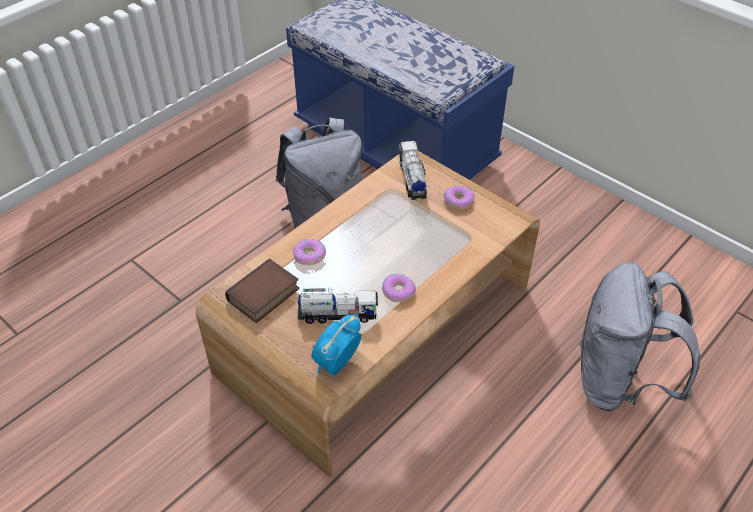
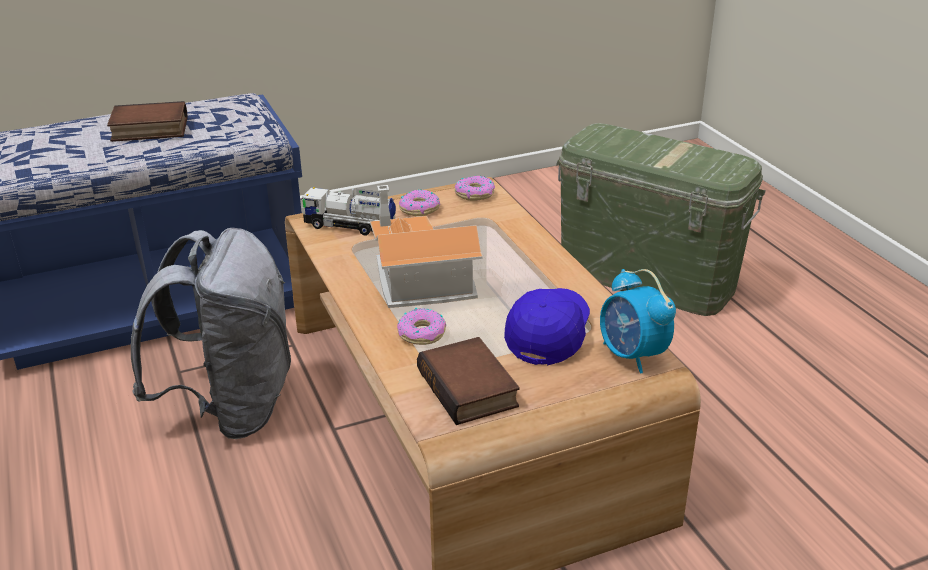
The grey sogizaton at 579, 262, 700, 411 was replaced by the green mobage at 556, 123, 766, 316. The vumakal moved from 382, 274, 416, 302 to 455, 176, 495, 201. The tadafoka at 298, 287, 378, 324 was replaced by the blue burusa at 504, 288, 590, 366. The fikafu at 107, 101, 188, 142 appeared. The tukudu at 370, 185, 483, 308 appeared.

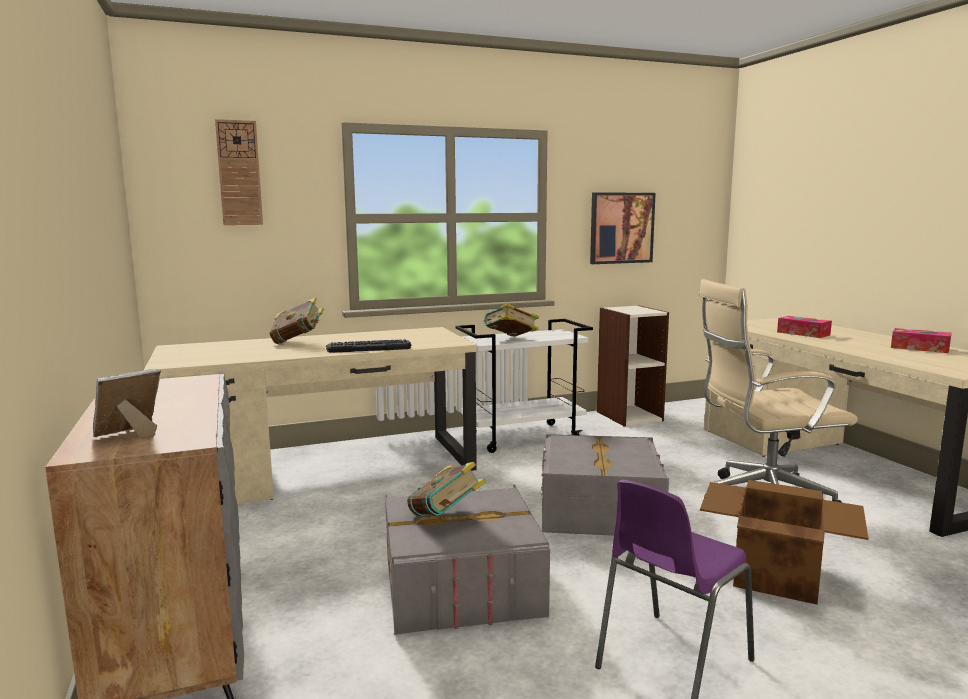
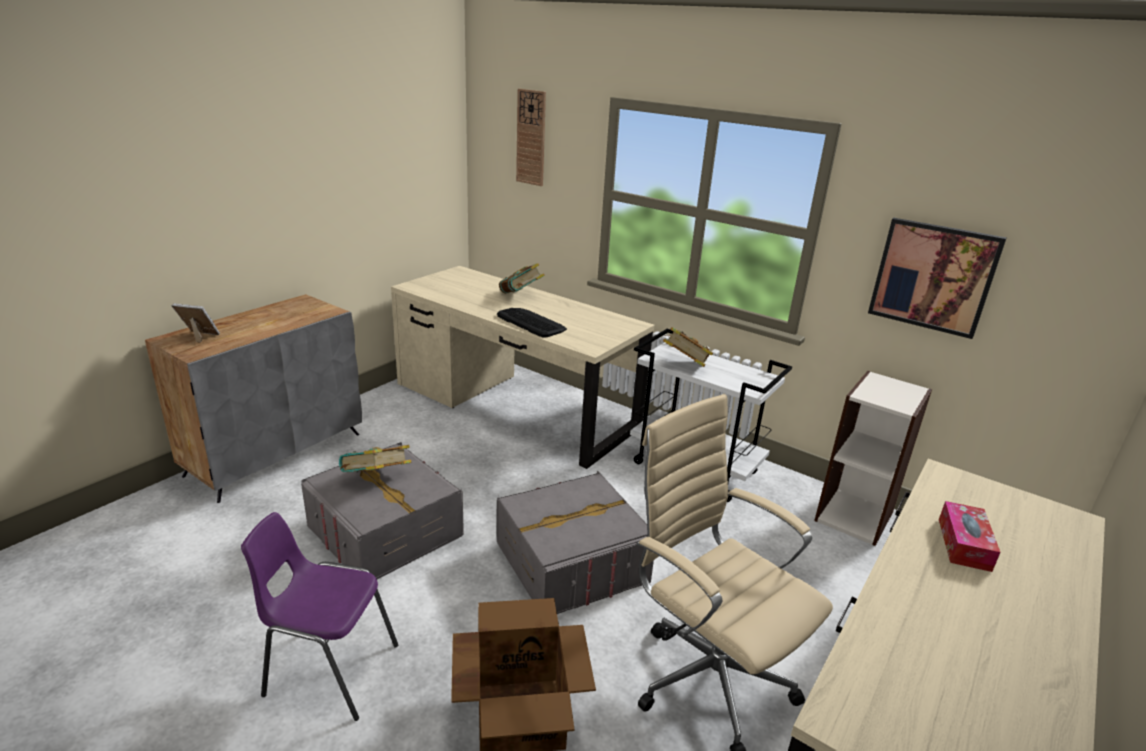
The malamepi at 891, 328, 952, 353 disappeared.

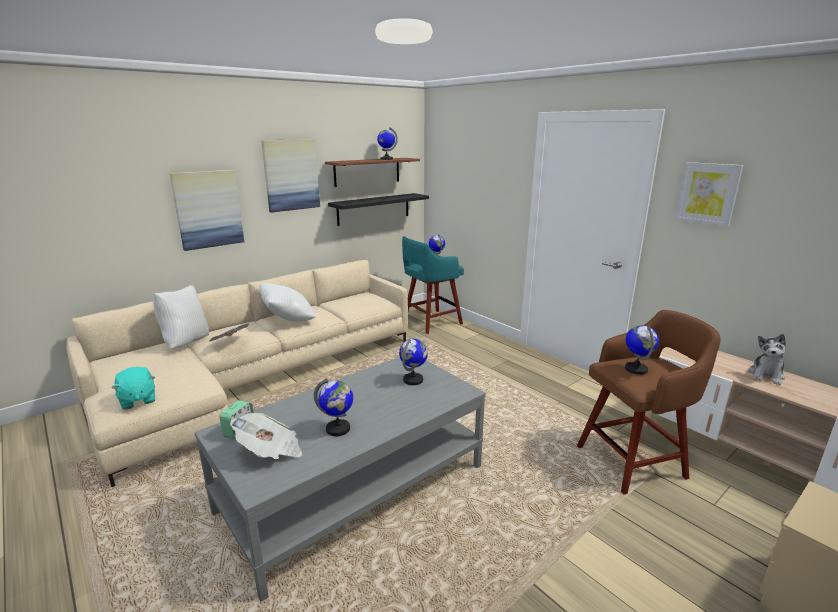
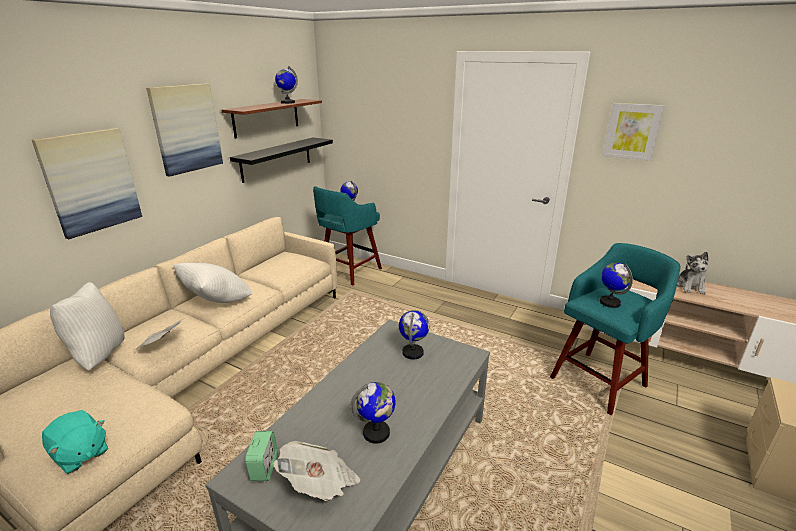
The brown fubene at 577, 310, 721, 494 became the turquoise fubene at 550, 243, 681, 415.

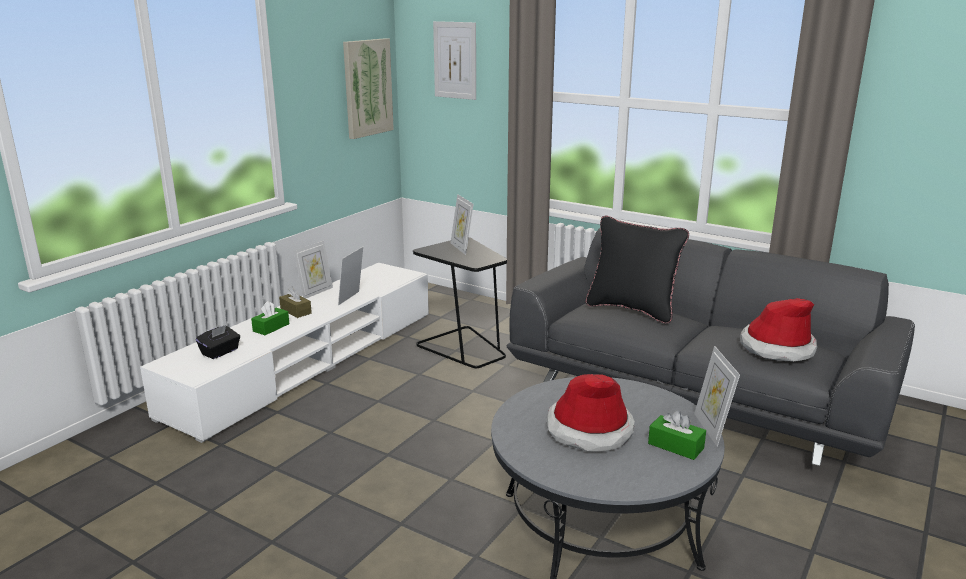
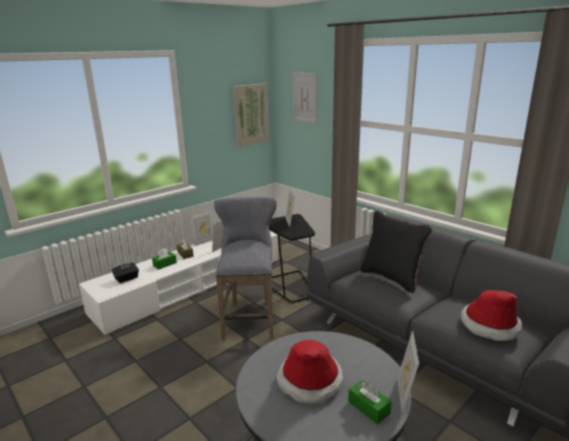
The grey fubene at 214, 197, 277, 340 appeared.

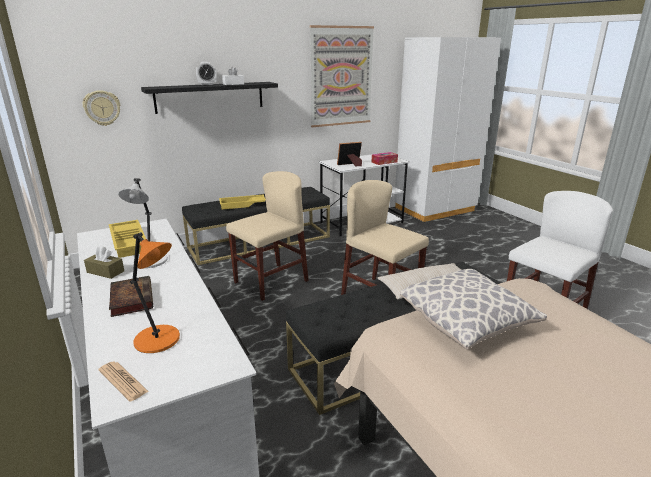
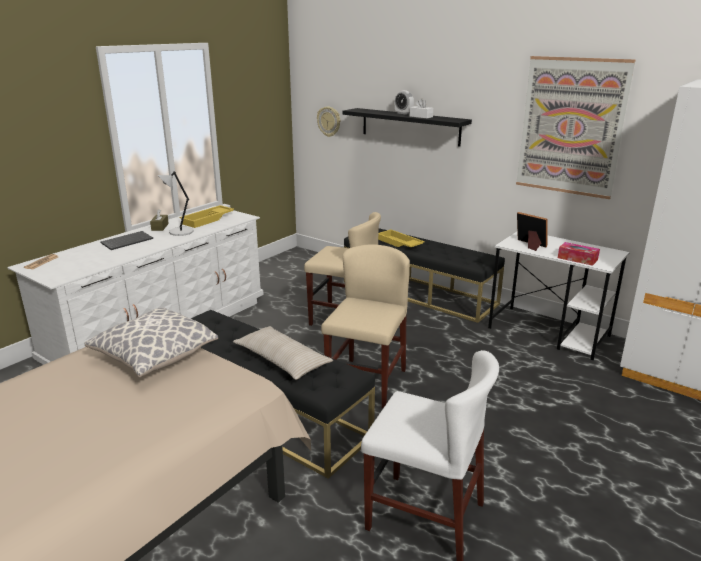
The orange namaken at 130, 232, 180, 353 disappeared. The fikafu at 109, 276, 153, 317 was replaced by the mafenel at 100, 231, 153, 250.

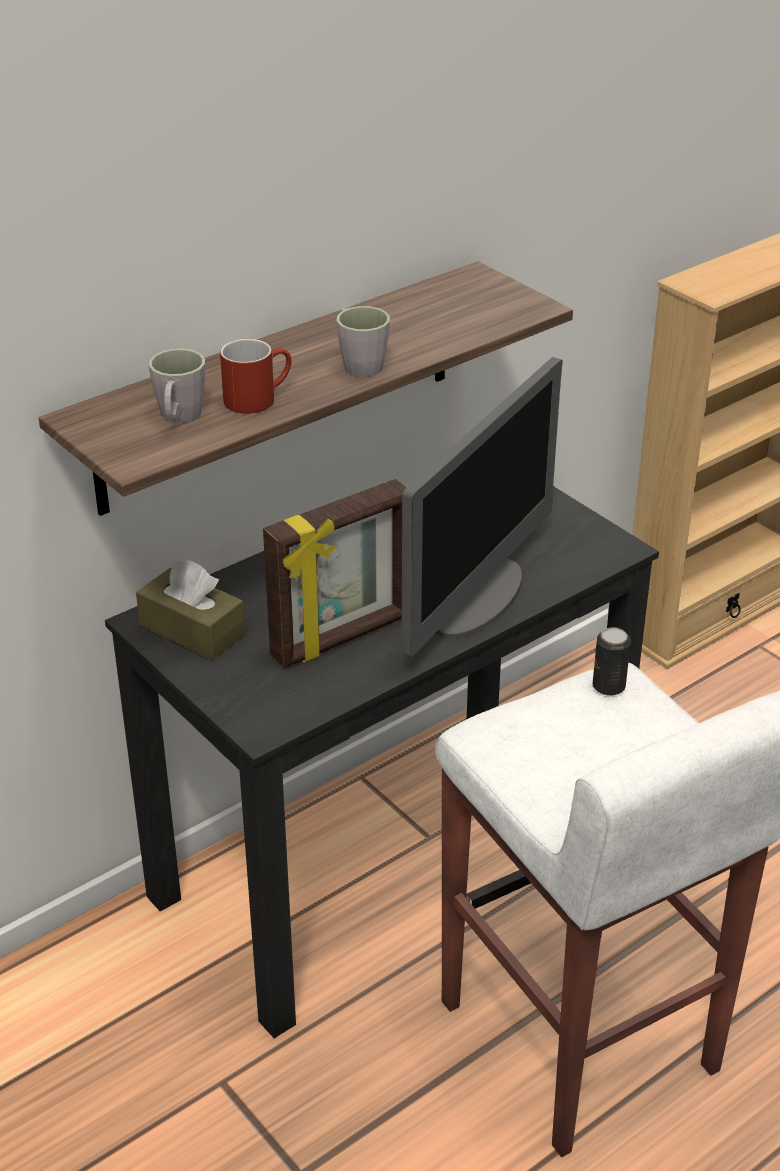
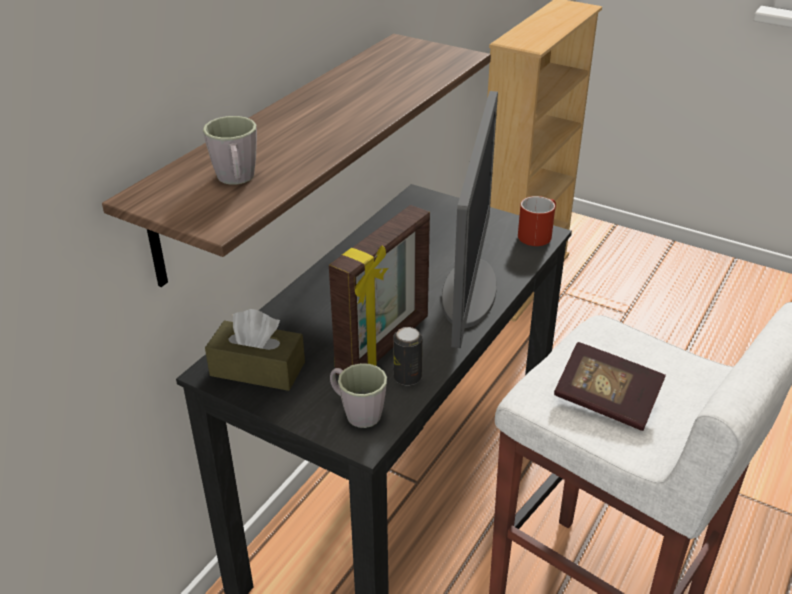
The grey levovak moved from 336, 306, 390, 377 to 330, 363, 387, 428. The red levovak moved from 220, 339, 292, 414 to 518, 196, 556, 246. The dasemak moved from 593, 627, 631, 696 to 393, 327, 422, 386. The fikafu at 554, 342, 666, 431 appeared.

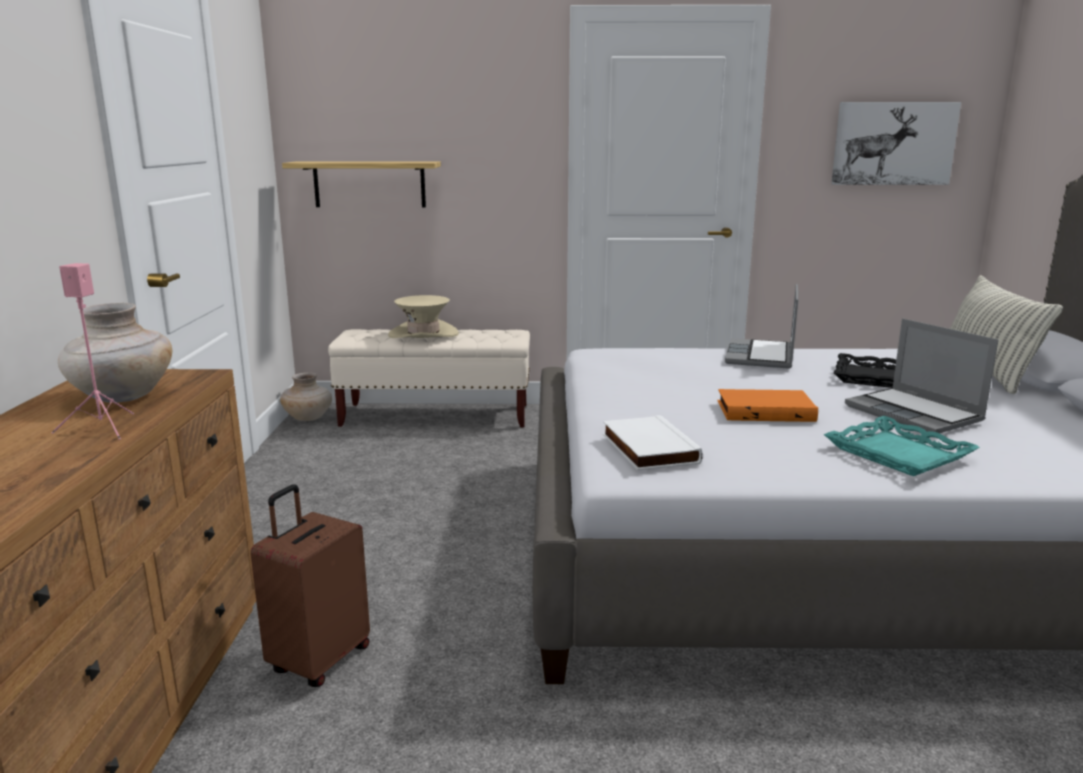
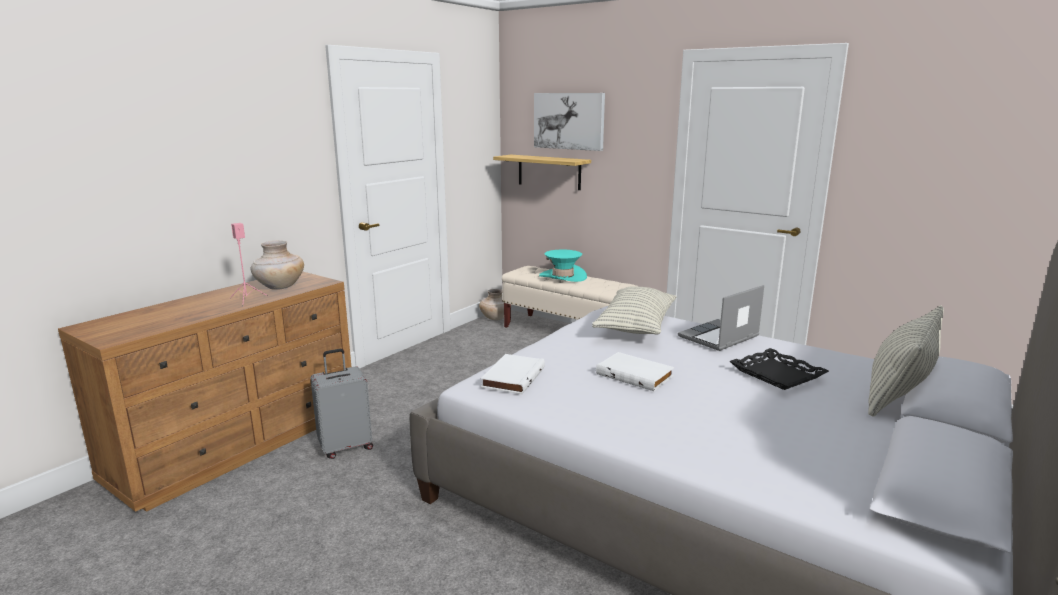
The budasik moved from 831, 102, 961, 185 to 534, 93, 605, 151. The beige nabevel at 388, 295, 459, 338 became the turquoise nabevel at 539, 249, 587, 282. The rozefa at 845, 319, 999, 433 disappeared. The orange fikafu at 718, 389, 818, 422 became the white fikafu at 596, 352, 674, 391. The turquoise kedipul at 824, 416, 980, 476 disappeared. The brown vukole at 250, 484, 370, 687 became the grey vukole at 310, 349, 373, 459. The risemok at 592, 286, 677, 334 appeared.

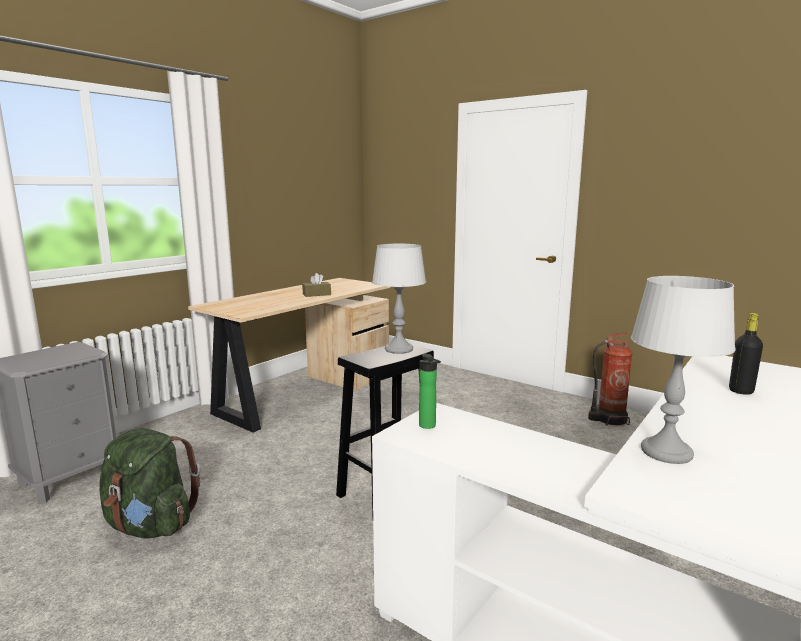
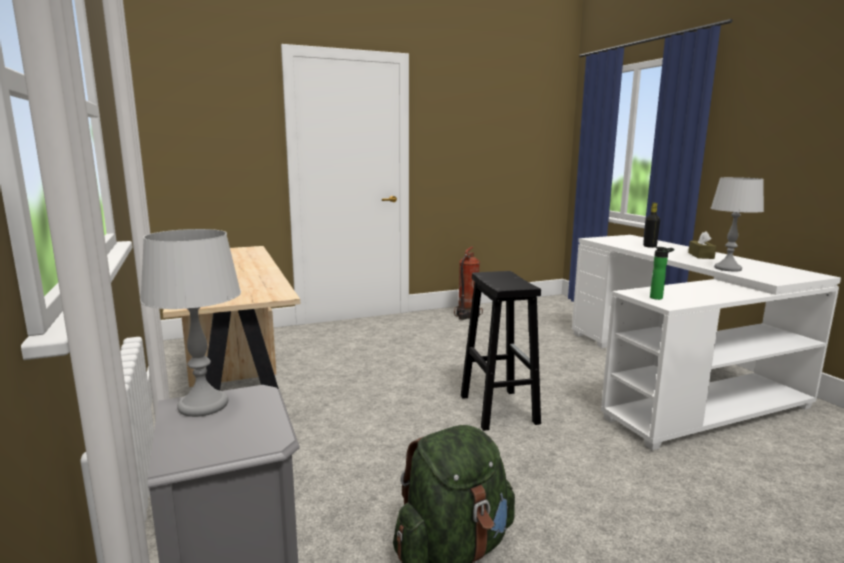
The grey namaken moved from 372, 244, 426, 354 to 140, 229, 241, 417. The brown malamepi moved from 302, 273, 331, 297 to 688, 231, 716, 259.

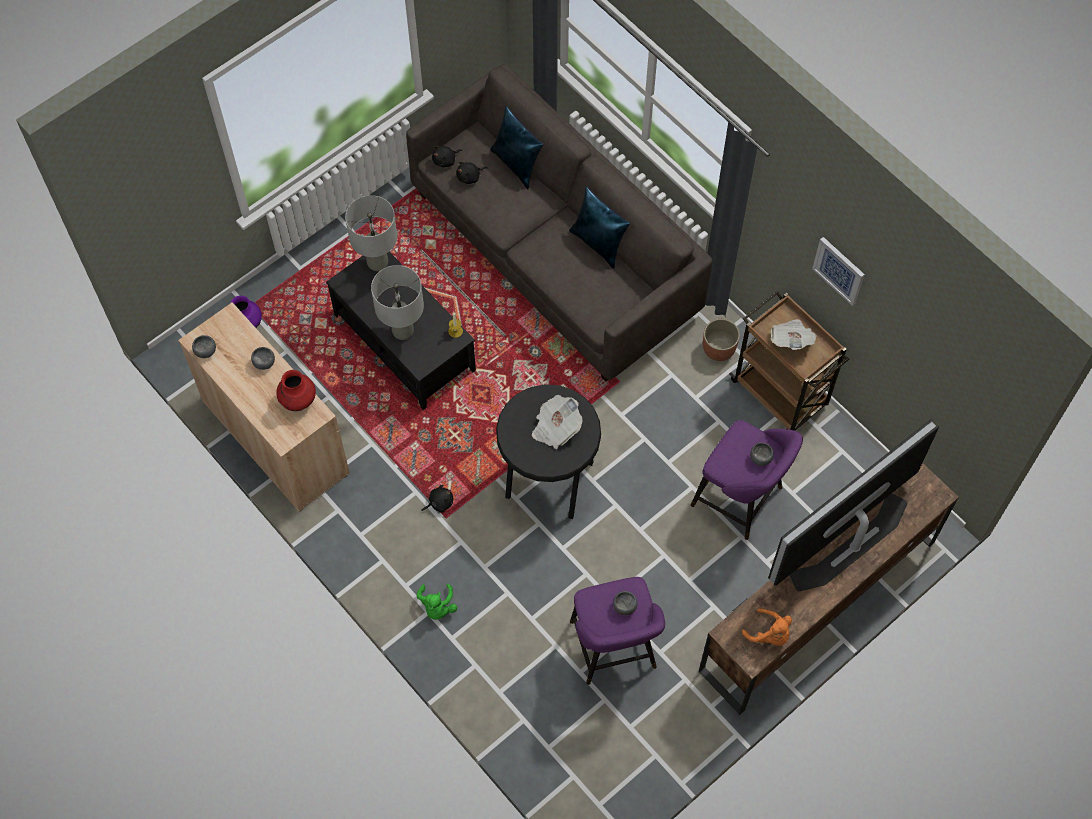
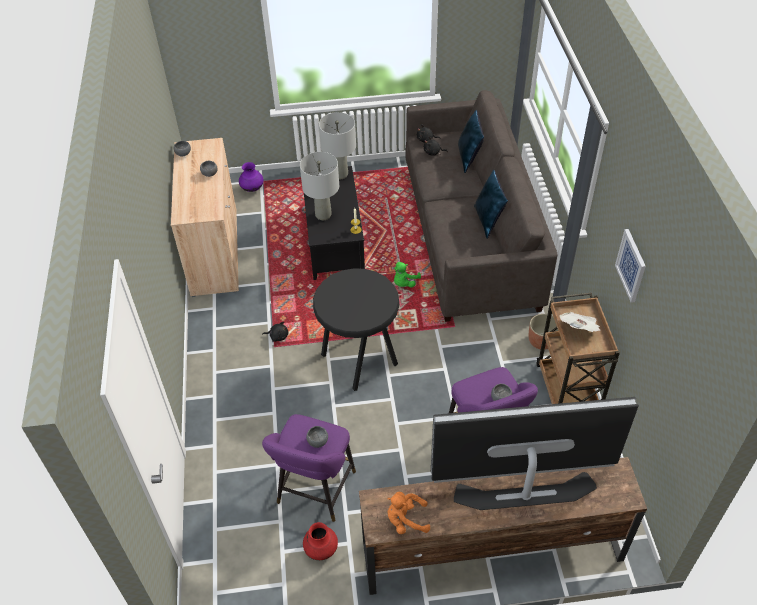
The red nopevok moved from 276, 370, 316, 411 to 303, 522, 338, 560. The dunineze at 532, 395, 582, 449 disappeared. The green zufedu moved from 417, 583, 457, 620 to 394, 262, 421, 287. The orange zufedu at 742, 609, 792, 646 turned 105 degrees clockwise.

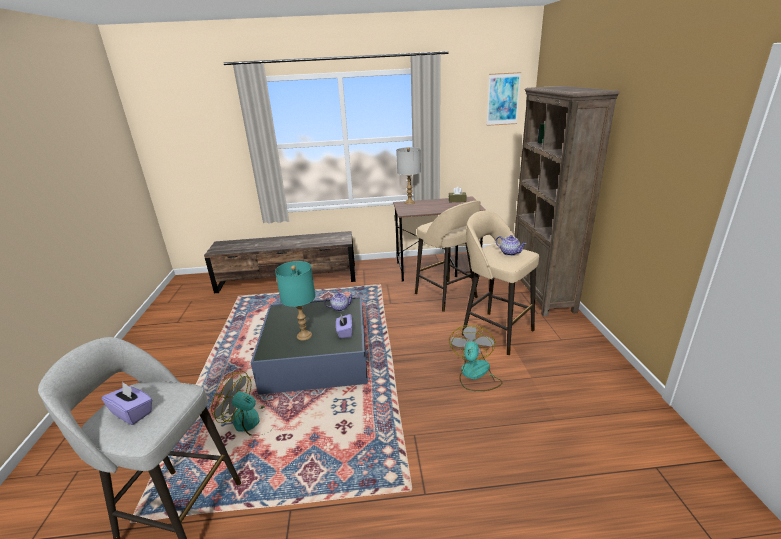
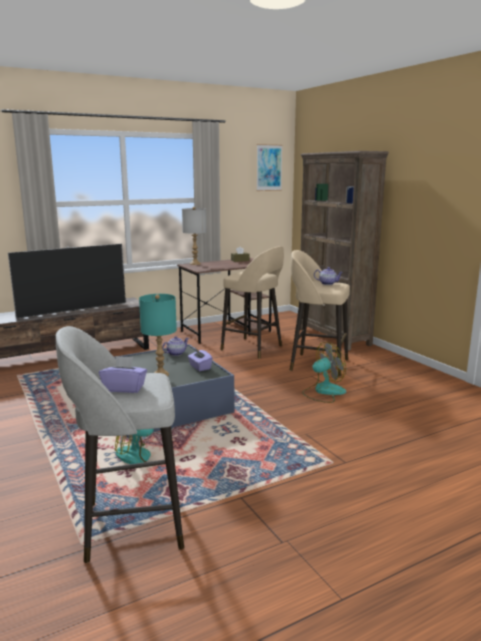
The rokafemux at 449, 325, 503, 391 turned 75 degrees clockwise. The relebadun at 8, 244, 126, 319 appeared.

